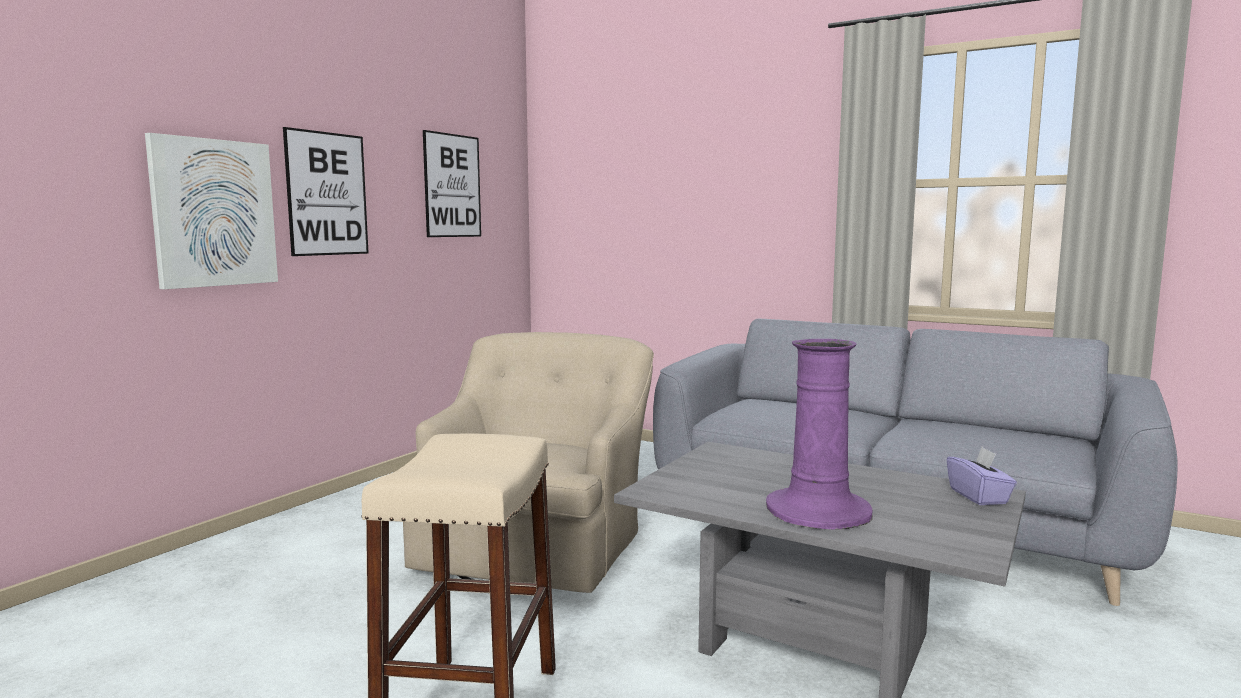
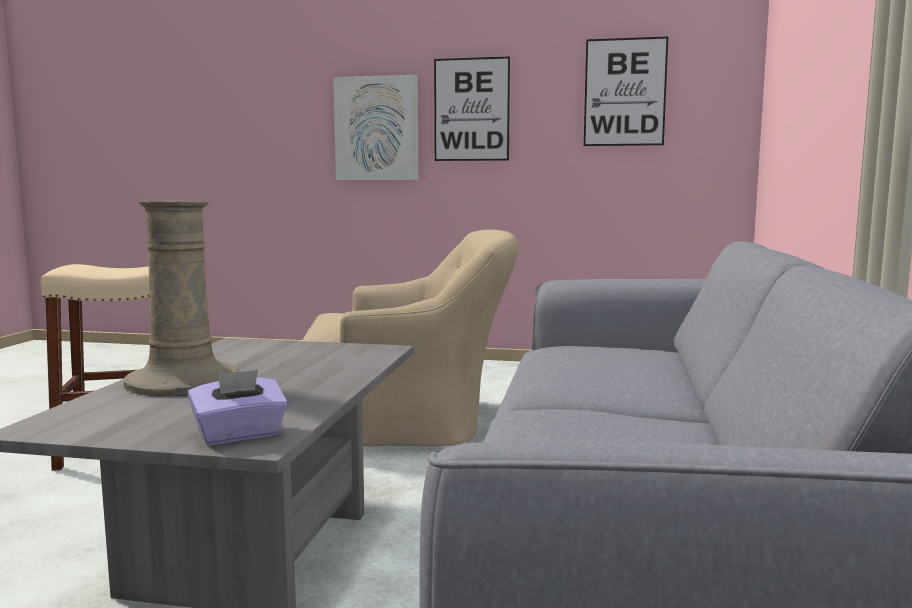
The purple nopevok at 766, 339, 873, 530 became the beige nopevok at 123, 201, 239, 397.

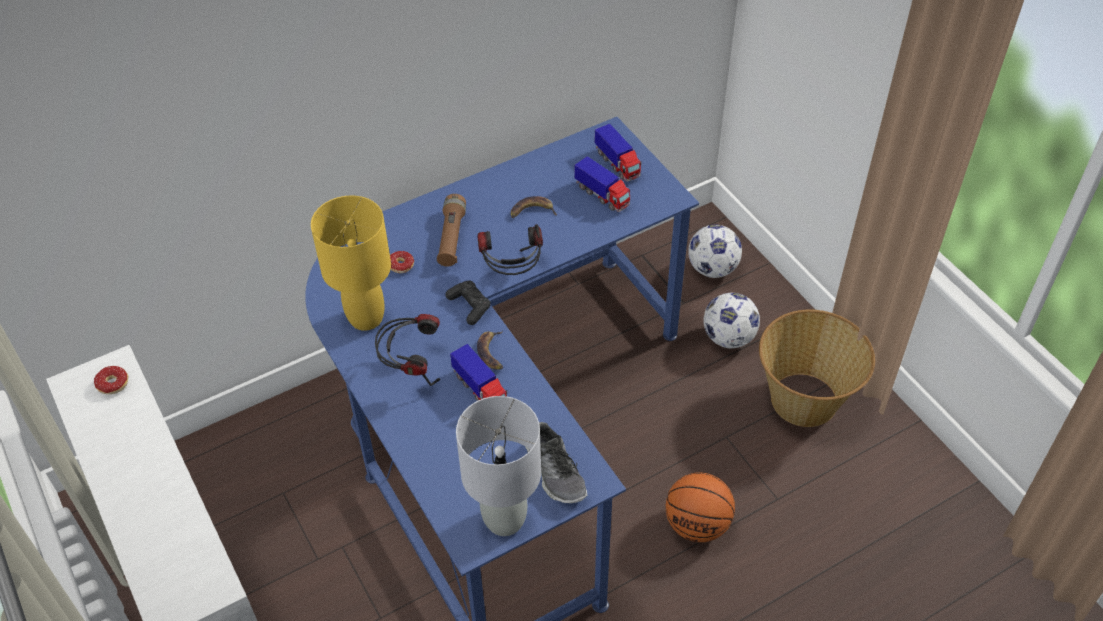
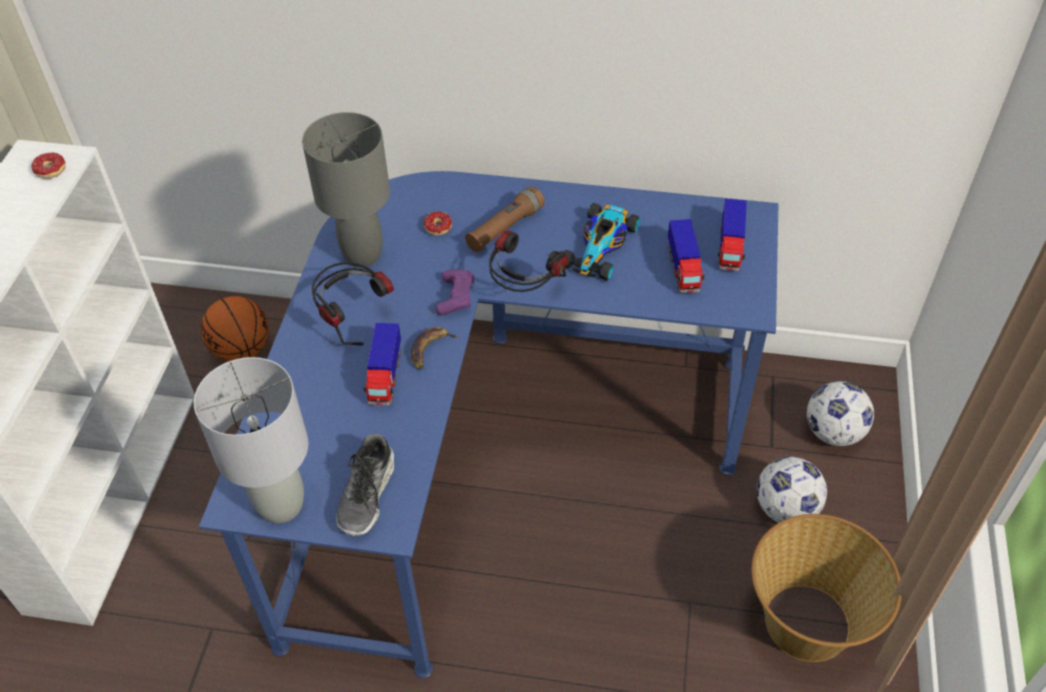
The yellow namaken at 311, 195, 391, 331 became the grey namaken at 302, 112, 390, 267. The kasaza at 511, 196, 557, 218 was replaced by the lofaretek at 564, 203, 640, 281. The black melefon at 445, 280, 491, 325 became the purple melefon at 435, 269, 475, 315. The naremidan moved from 666, 473, 735, 542 to 201, 296, 269, 361.

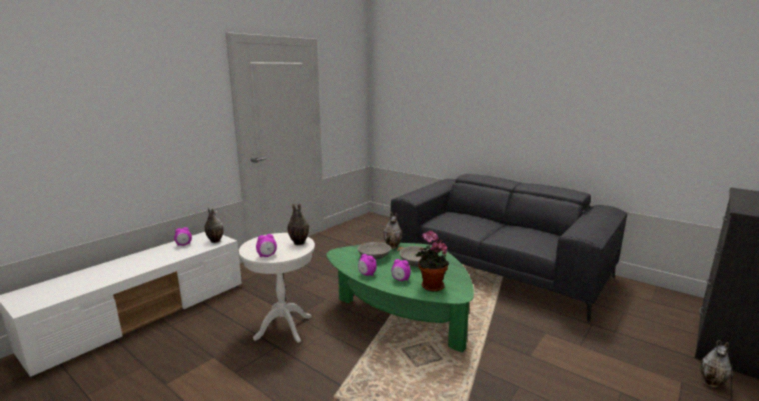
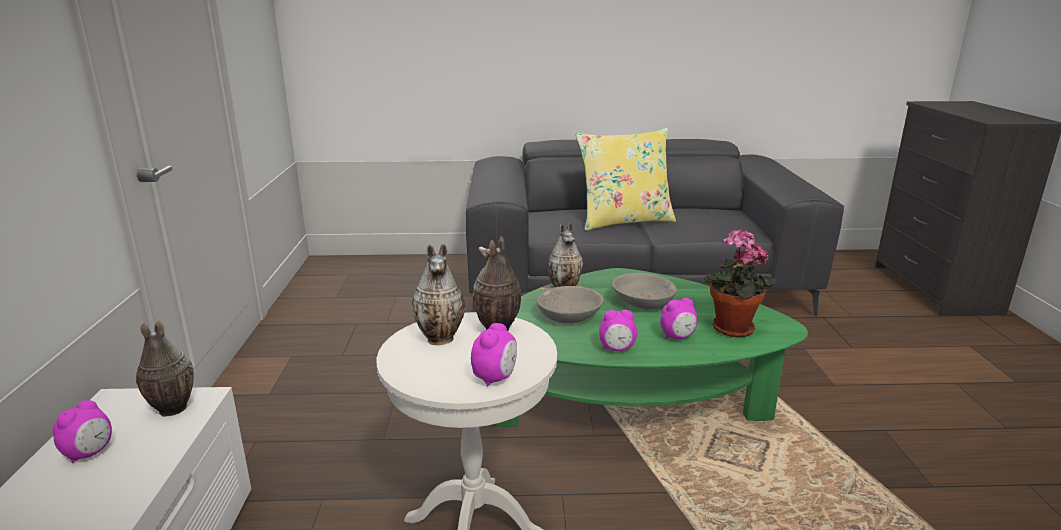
The nopevok moved from 700, 340, 732, 387 to 412, 244, 465, 345. The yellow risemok at 576, 128, 676, 231 appeared.

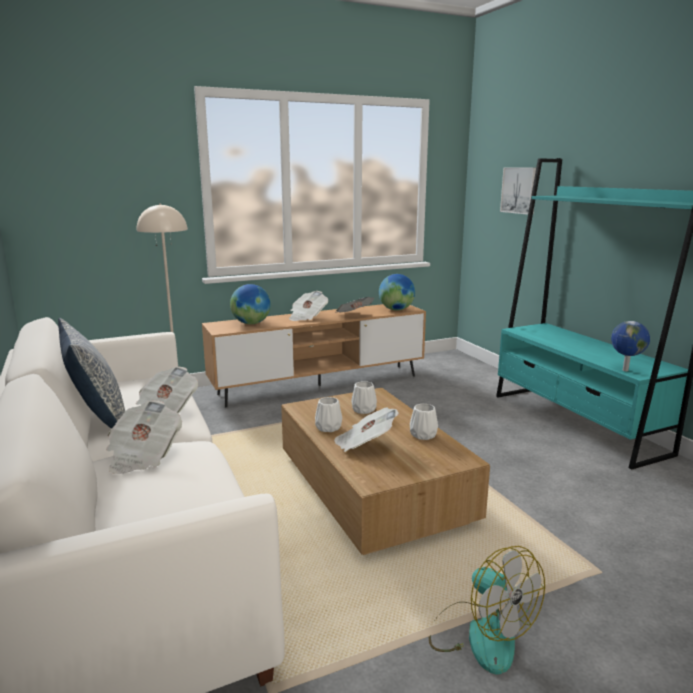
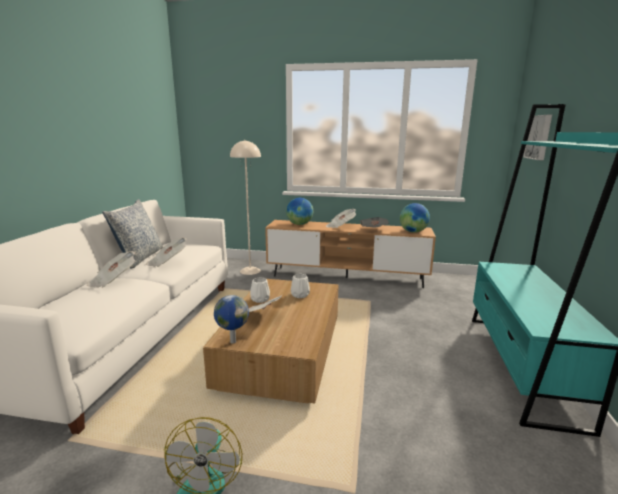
The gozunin moved from 611, 321, 650, 371 to 214, 295, 249, 343. The white nopevok at 410, 404, 438, 440 disappeared.

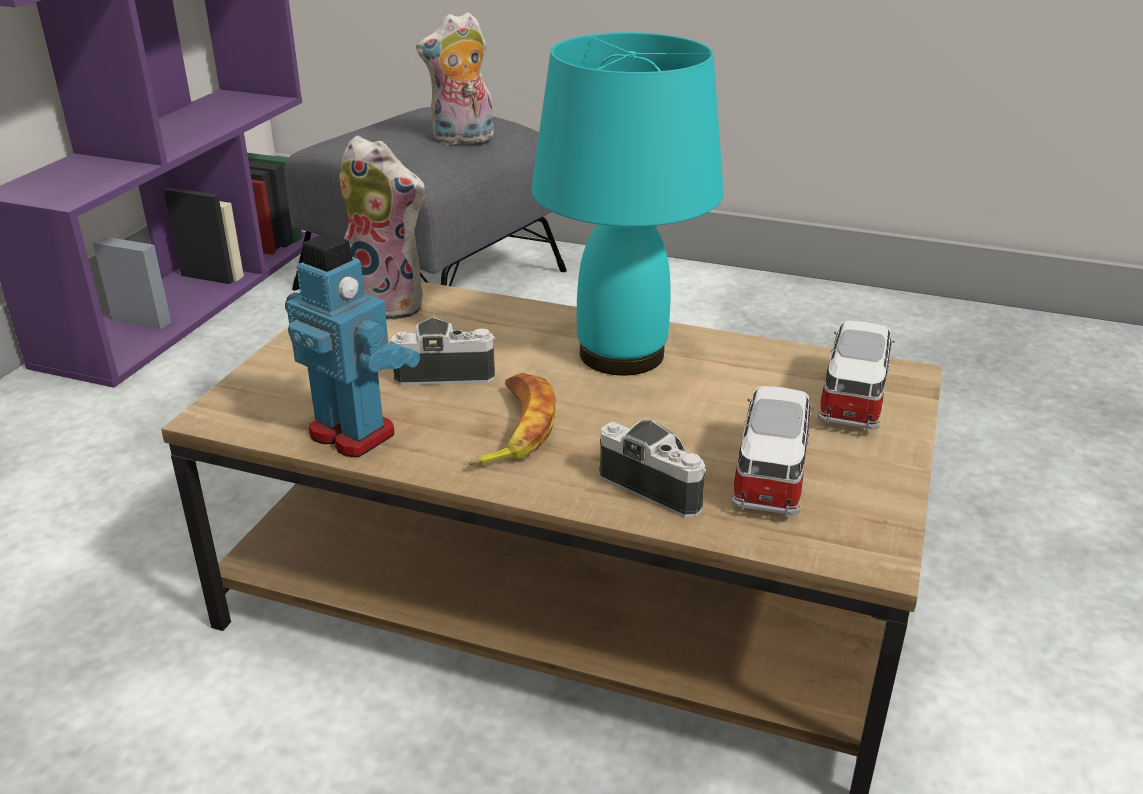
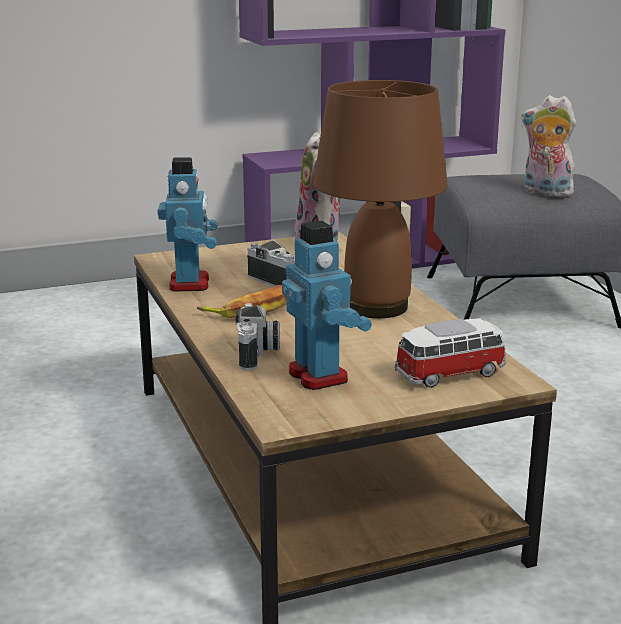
The turquoise namaken at 531, 32, 724, 375 became the brown namaken at 313, 80, 448, 318. The lofaretek at 731, 386, 814, 517 was replaced by the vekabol at 282, 221, 372, 390.

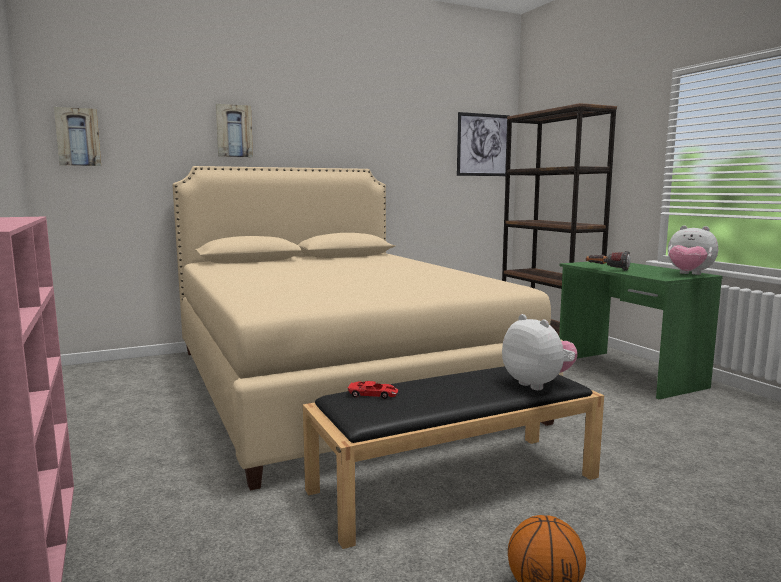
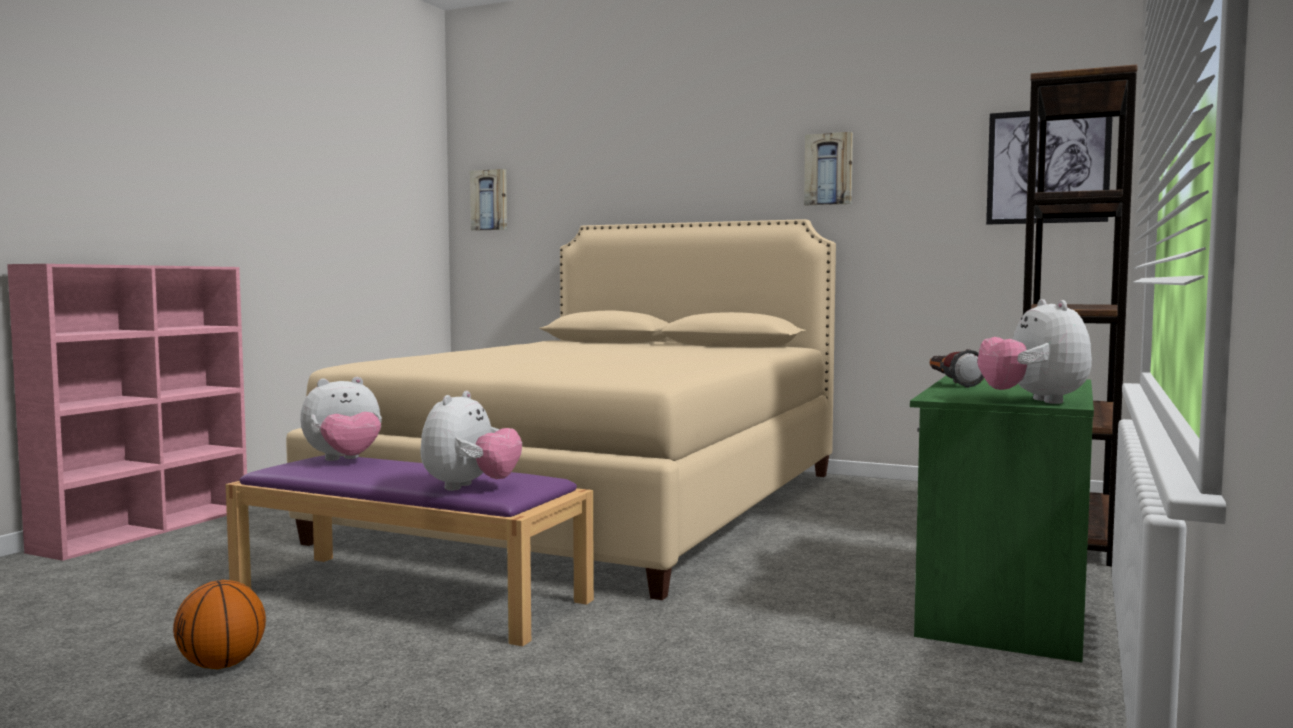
The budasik moved from 216, 104, 253, 157 to 804, 132, 853, 205. The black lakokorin at 303, 366, 604, 549 became the purple lakokorin at 226, 455, 594, 646. The red lofaretek at 348, 381, 398, 399 was replaced by the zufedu at 300, 377, 382, 461.

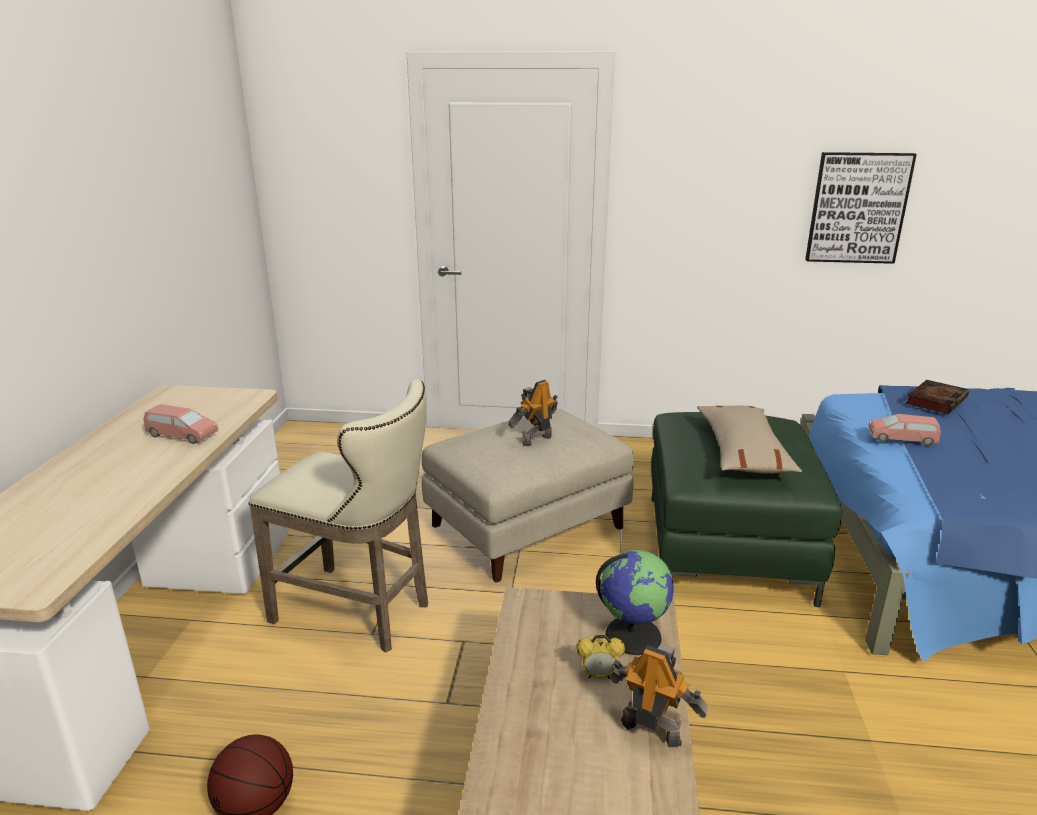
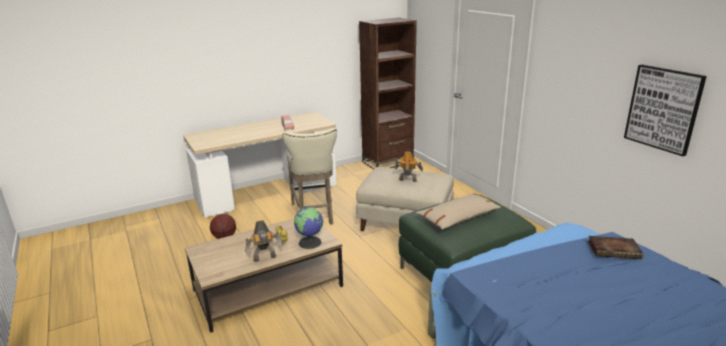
The pink lofaretek at 868, 414, 941, 446 disappeared. The vekabol at 610, 643, 708, 747 turned 75 degrees clockwise. The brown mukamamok at 359, 18, 417, 169 appeared.

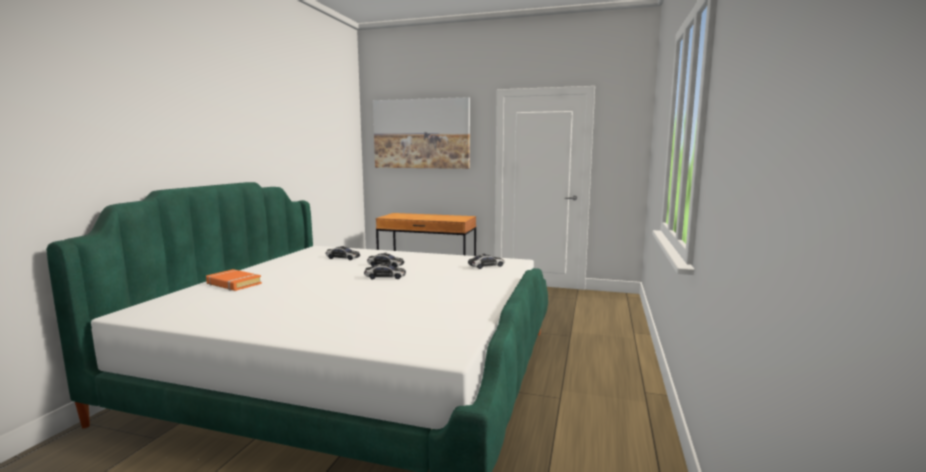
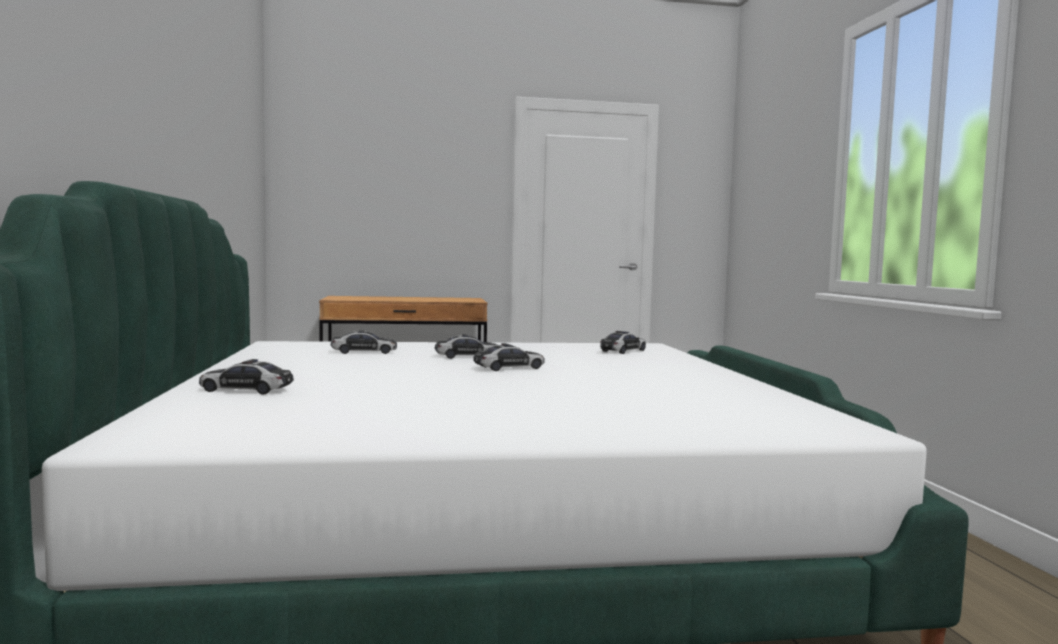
The budasik at 373, 97, 470, 169 disappeared. The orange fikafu at 206, 269, 262, 291 was replaced by the lofaretek at 199, 359, 294, 395.

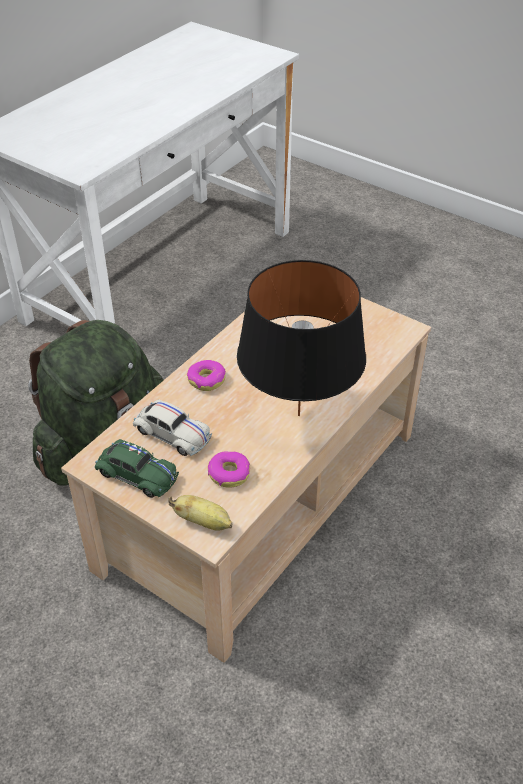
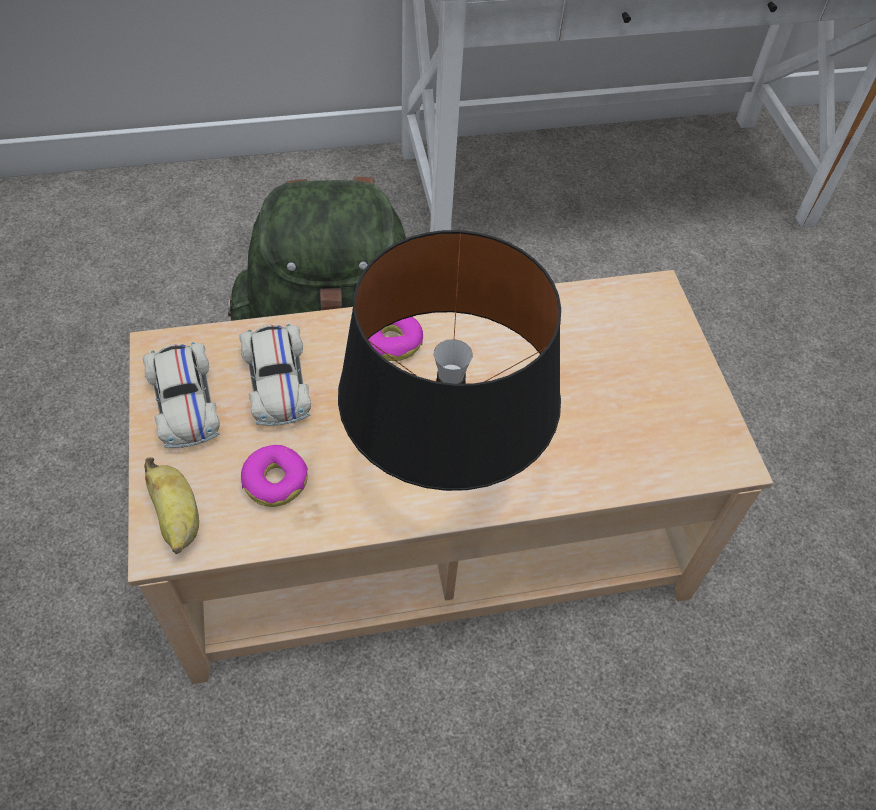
The green lofaretek at 95, 439, 179, 498 became the white lofaretek at 143, 342, 220, 448.

